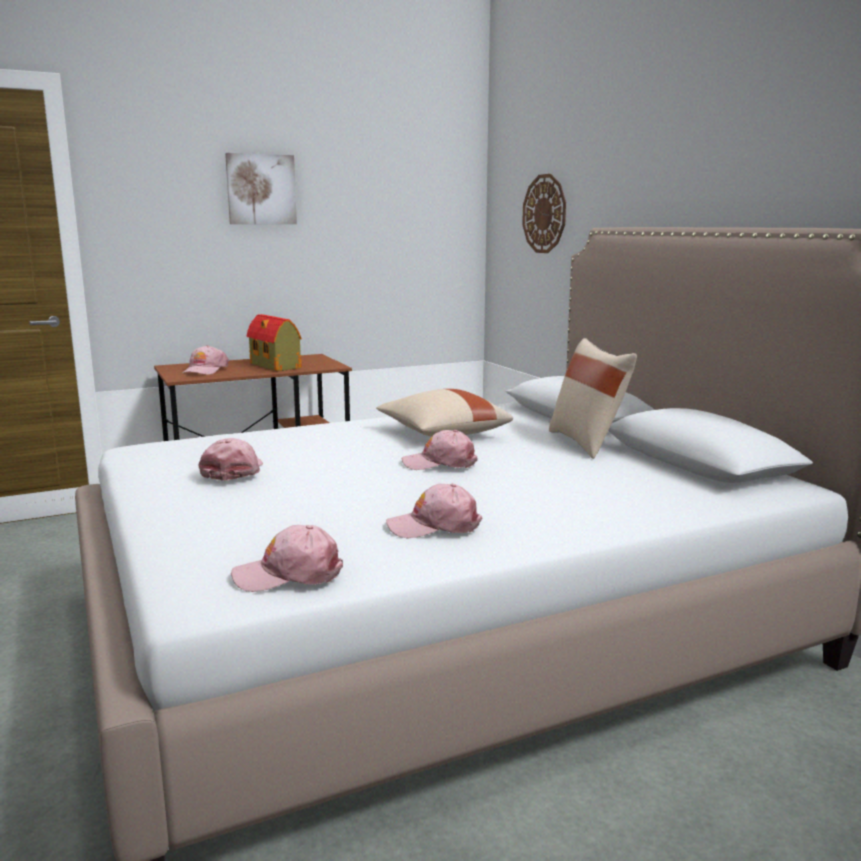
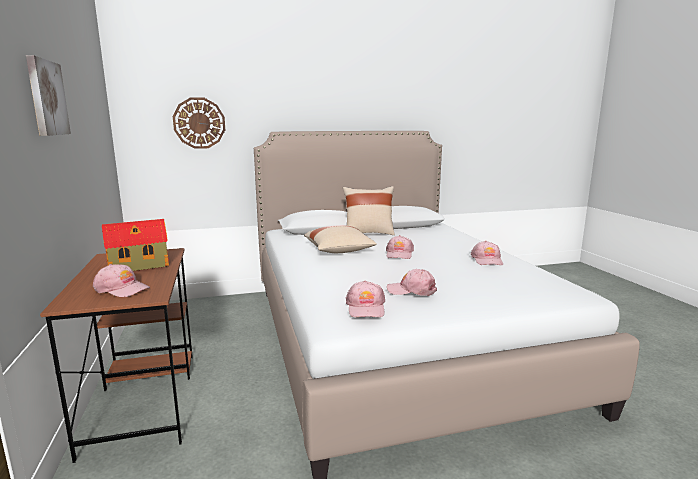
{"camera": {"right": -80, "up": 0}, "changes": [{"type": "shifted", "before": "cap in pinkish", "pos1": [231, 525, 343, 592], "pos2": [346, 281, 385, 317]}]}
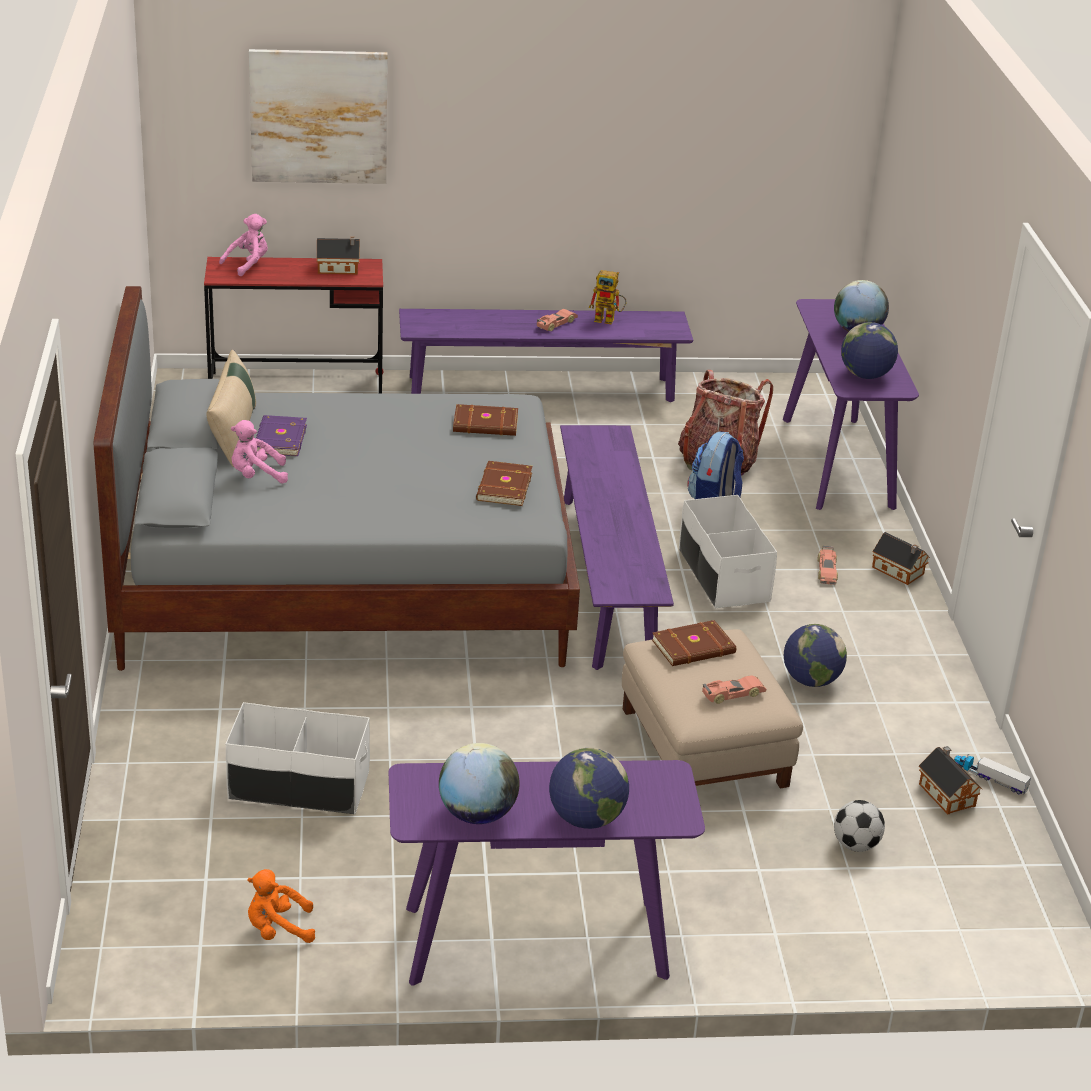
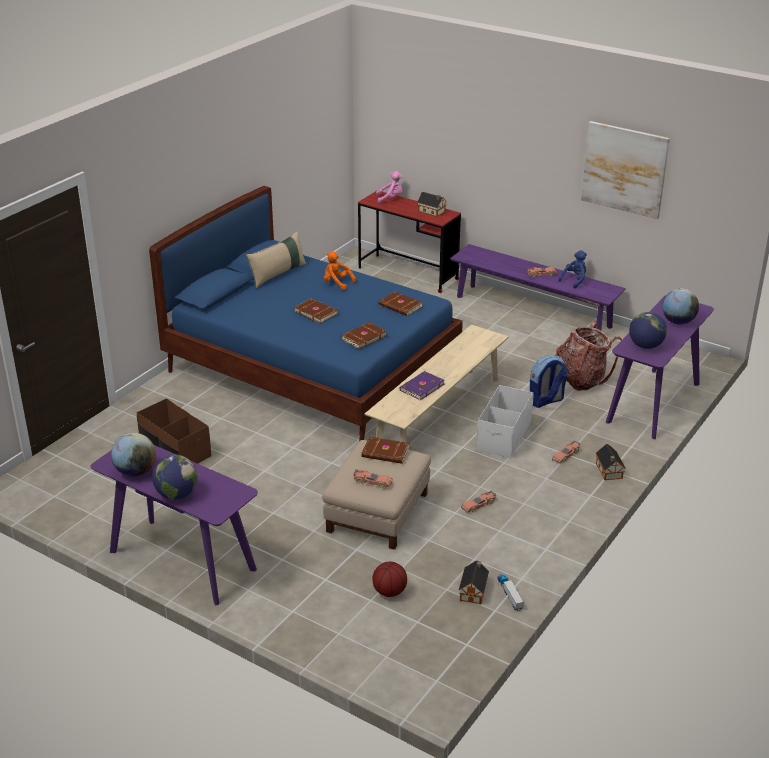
{"camera": {"right": 40, "up": 0}, "changes": [{"type": "repainted", "before": "bed in grey", "after": "bed in bluish", "pos1": [94, 286, 580, 671], "pos2": [149, 186, 463, 441]}, {"type": "repainted", "before": "storage box in white", "after": "storage box in brown", "pos1": [225, 702, 370, 815], "pos2": [137, 398, 211, 464]}, {"type": "gone", "before": "plush toy in pinkish", "pos1": [231, 420, 288, 484]}, {"type": "shifted", "before": "plush toy in orange-coloured", "pos1": [247, 869, 315, 943], "pos2": [324, 252, 356, 290]}, {"type": "shifted", "before": "wall picture", "pos1": [249, 49, 388, 184], "pos2": [581, 121, 670, 219]}, {"type": "shifted", "before": "book in purplish", "pos1": [256, 415, 307, 456], "pos2": [399, 371, 445, 400]}, {"type": "repainted", "before": "long seat in purplish", "after": "long seat in beige-coloured", "pos1": [560, 425, 674, 670], "pos2": [365, 325, 509, 443]}, {"type": "swapped", "before": "model robot", "after": "plush toy in bluish", "pos1": [589, 270, 627, 325], "pos2": [558, 250, 587, 289]}, {"type": "swapped", "before": "desk globe", "after": "miniature car", "pos1": [784, 624, 847, 687], "pos2": [461, 490, 496, 513]}, {"type": "swapped", "before": "football", "after": "ball for basketball", "pos1": [834, 800, 885, 852], "pos2": [372, 561, 407, 597]}, {"type": "new", "after": "book in brown", "pos2": [294, 298, 339, 323]}]}
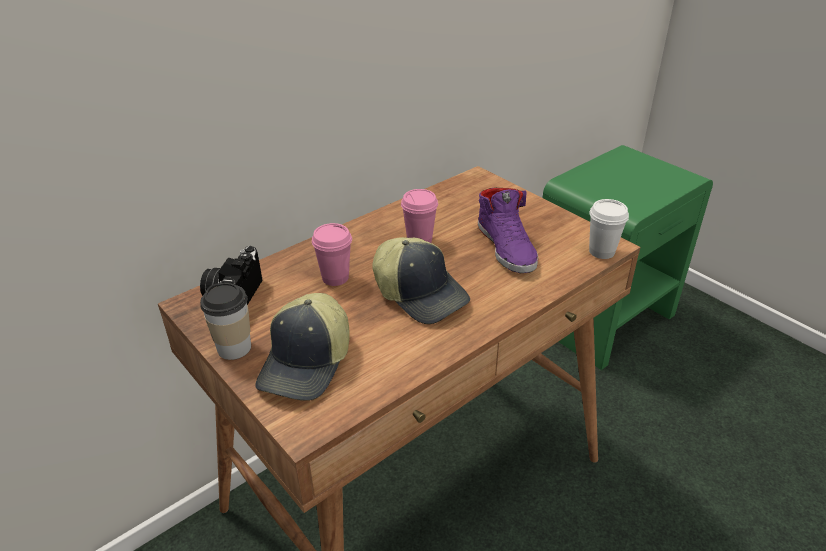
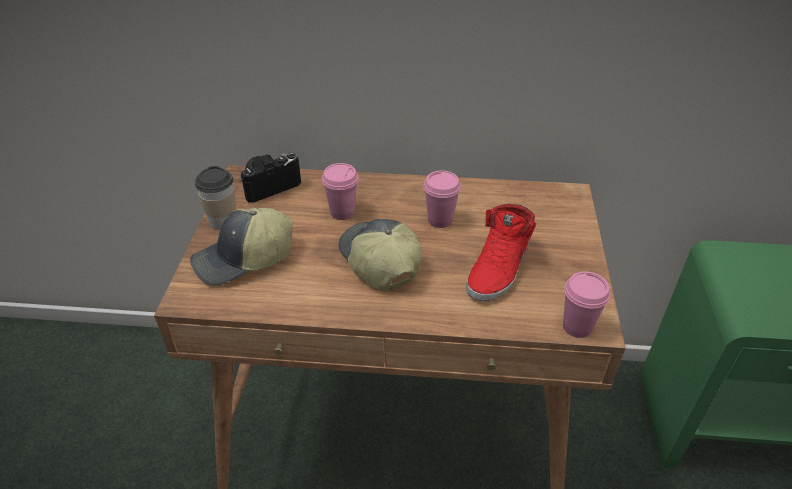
{"camera": {"right": 45, "up": 5}, "changes": [{"type": "rotated", "before": "cap", "pos1": [372, 237, 470, 324], "pos2": [338, 219, 422, 291], "turn": 150}, {"type": "repainted", "before": "shoe in purplish", "after": "shoe in red", "pos1": [478, 188, 538, 273], "pos2": [466, 204, 536, 301]}, {"type": "repainted", "before": "small cup in white", "after": "small cup in pinkish", "pos1": [589, 199, 629, 259], "pos2": [563, 271, 610, 338]}]}
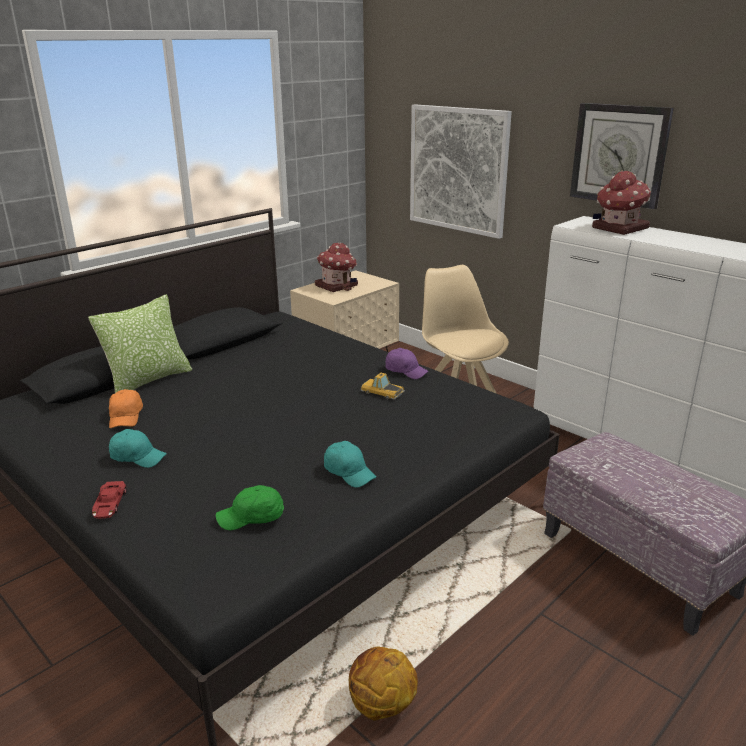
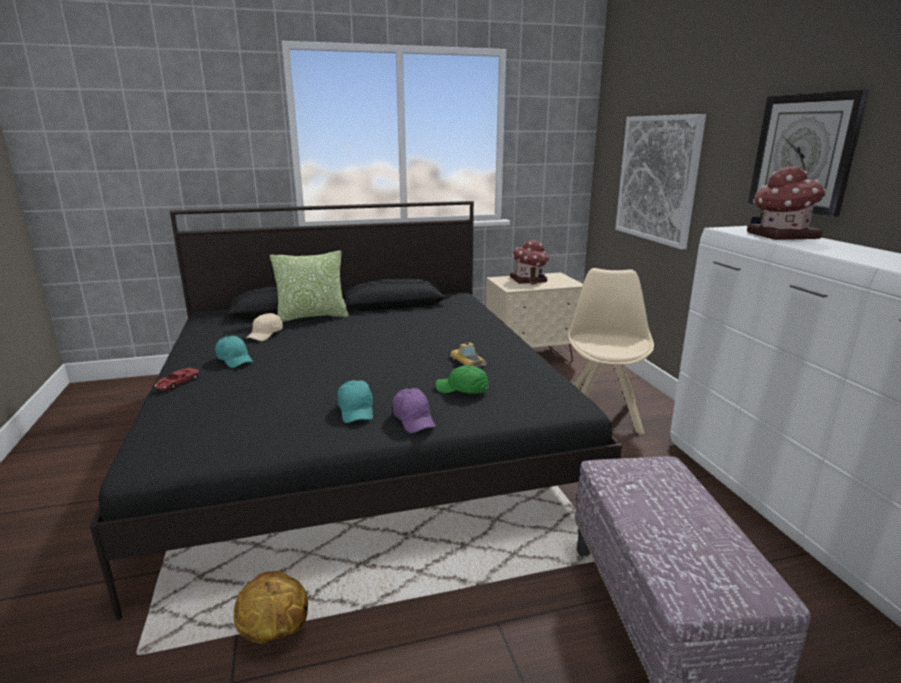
{"camera": {"right": 30, "up": -5}, "changes": [{"type": "repainted", "before": "cap in orange-coloured", "after": "cap in beige-coloured", "pos1": [109, 389, 143, 428], "pos2": [246, 313, 283, 341]}, {"type": "shifted", "before": "cap in green", "pos1": [216, 485, 284, 531], "pos2": [436, 365, 489, 394]}, {"type": "shifted", "before": "cap in purplish", "pos1": [385, 348, 428, 379], "pos2": [392, 388, 436, 433]}]}
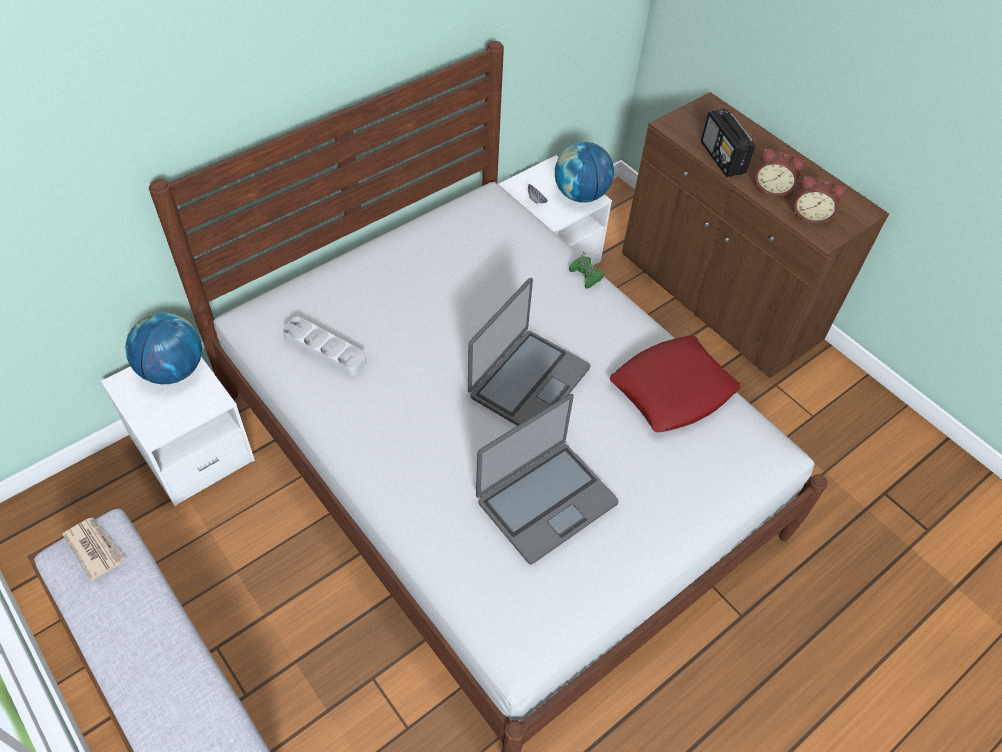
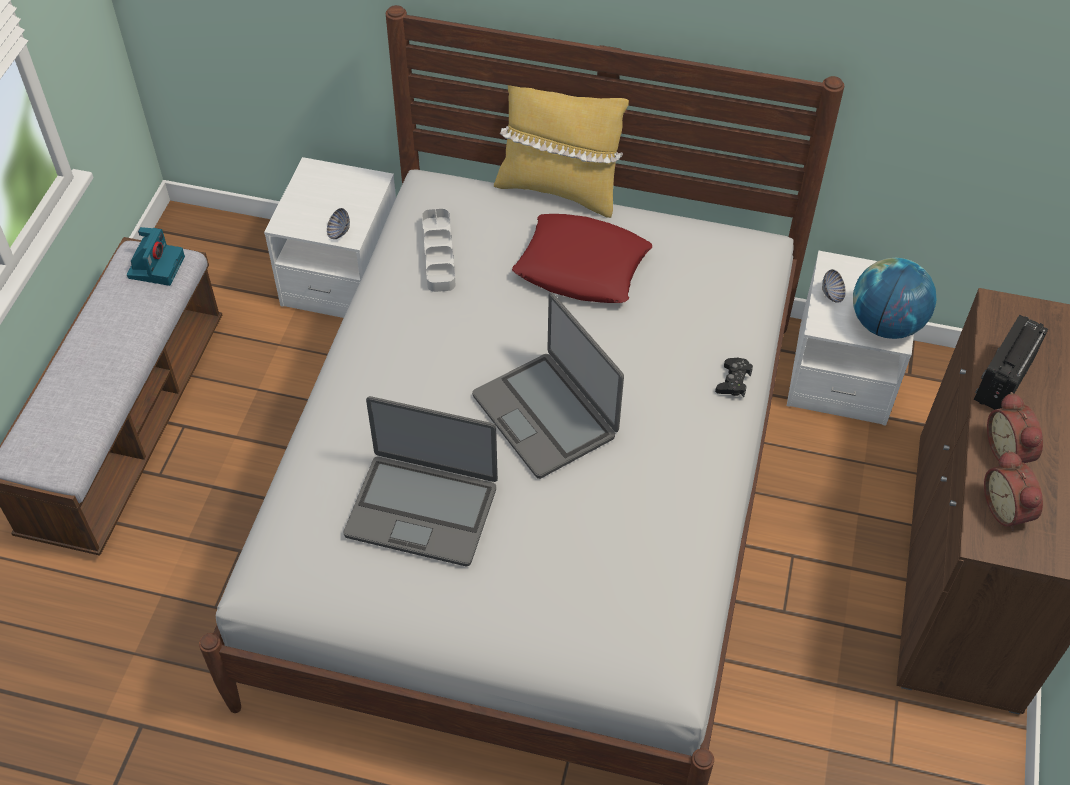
{"camera": {"right": 55, "up": 0}, "changes": [{"type": "swapped", "before": "newspaper", "after": "photo camera", "pos1": [62, 518, 125, 581], "pos2": [127, 227, 185, 286]}, {"type": "gone", "before": "desk globe", "pos1": [125, 313, 202, 384]}, {"type": "rotated", "before": "portable computer", "pos1": [468, 278, 591, 426], "pos2": [472, 293, 624, 479], "turn": 60}, {"type": "repainted", "before": "joypad in green", "after": "joypad in black-coloured", "pos1": [569, 256, 604, 289], "pos2": [715, 357, 753, 397]}, {"type": "shifted", "before": "cushion in red", "pos1": [610, 335, 741, 432], "pos2": [512, 214, 652, 303]}, {"type": "new", "after": "serving bowl", "pos2": [327, 208, 350, 239]}, {"type": "new", "after": "cushion in yellow-coloured", "pos2": [494, 85, 629, 218]}]}
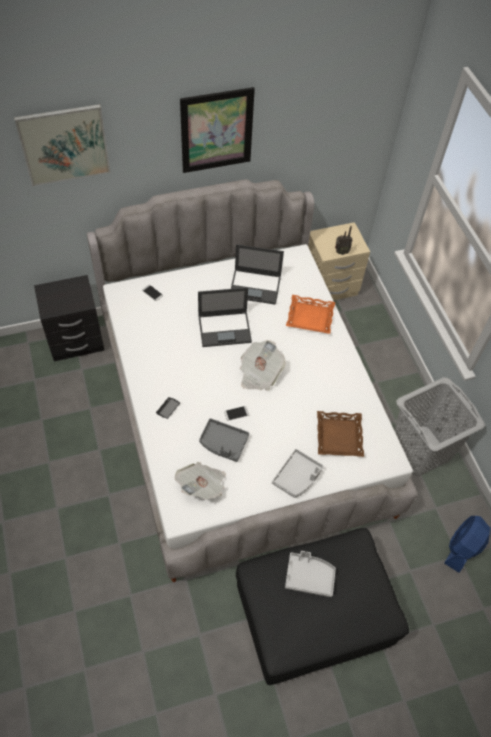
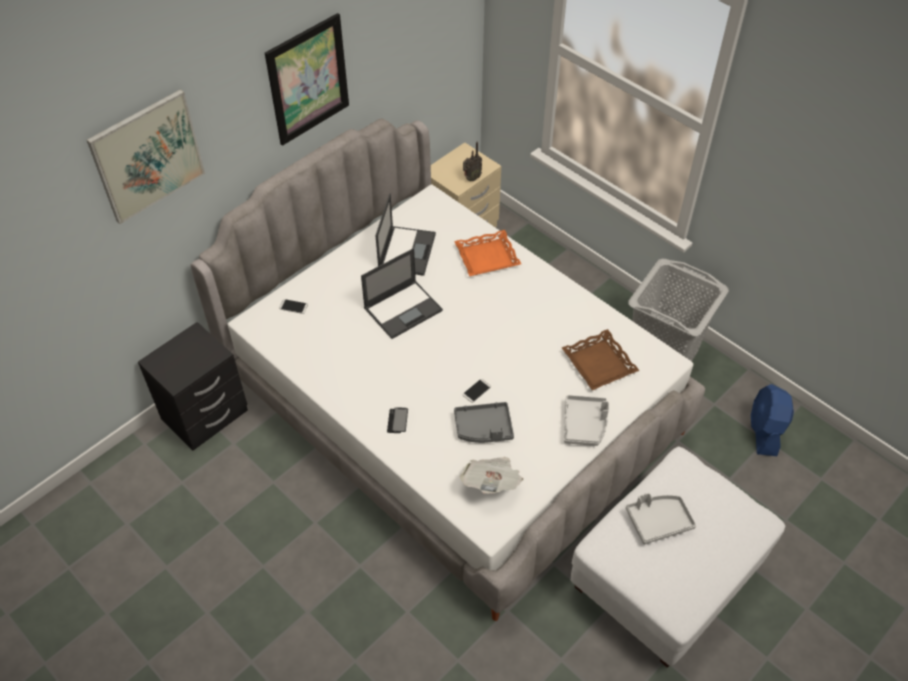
{"camera": {"right": -25, "up": -5}, "changes": [{"type": "rotated", "before": "portable computer", "pos1": [231, 244, 284, 305], "pos2": [375, 194, 436, 276], "turn": -60}, {"type": "repainted", "before": "pouffe in black-coloured", "after": "pouffe in white", "pos1": [236, 528, 409, 685], "pos2": [571, 446, 785, 668]}, {"type": "gone", "before": "newspaper", "pos1": [240, 340, 285, 391]}]}
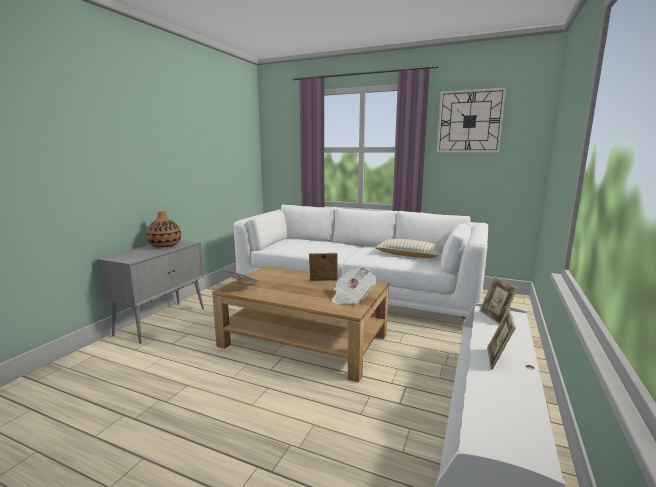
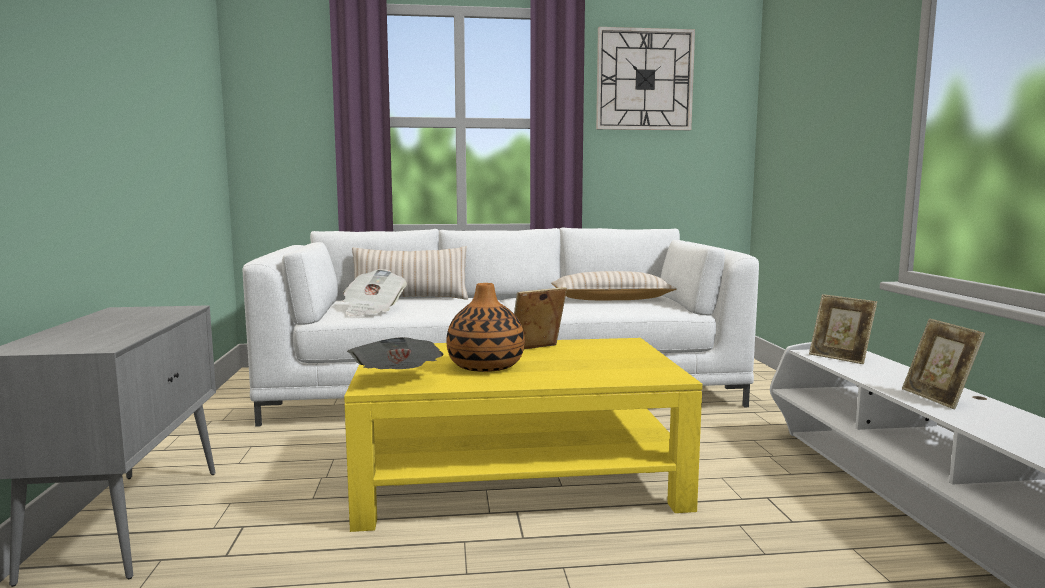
{"camera": {"right": -30, "up": -5}, "changes": [{"type": "shifted", "before": "decorative vase", "pos1": [146, 211, 181, 247], "pos2": [446, 283, 525, 372]}, {"type": "repainted", "before": "low table in brown", "after": "low table in yellow-coloured", "pos1": [212, 266, 389, 382], "pos2": [344, 338, 702, 532]}, {"type": "shifted", "before": "newspaper", "pos1": [332, 267, 377, 304], "pos2": [343, 269, 407, 316]}, {"type": "new", "after": "cushion in beige-coloured", "pos2": [352, 247, 468, 300]}]}
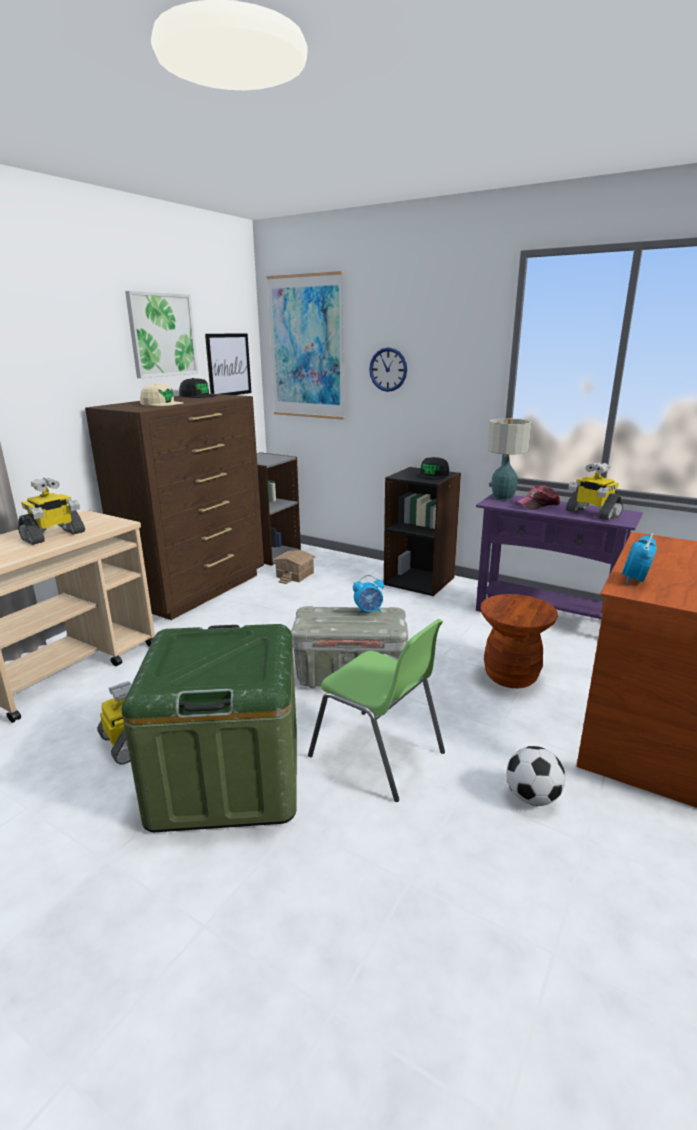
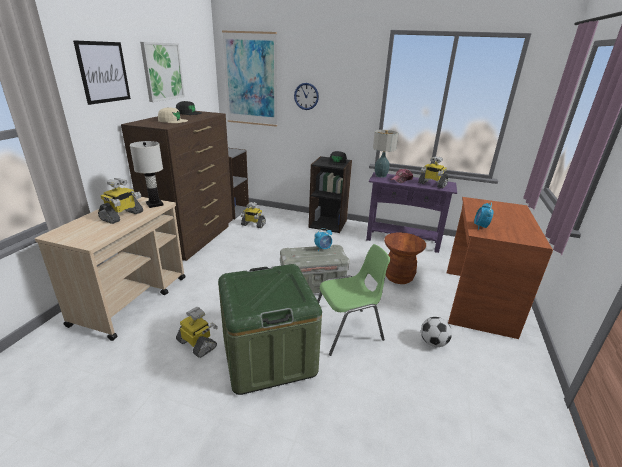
{"camera": {"right": -15, "up": 5}, "changes": [{"type": "shifted", "before": "wall picture", "pos1": [205, 333, 251, 395], "pos2": [73, 40, 131, 105]}, {"type": "swapped", "before": "miniature house", "after": "model robot", "pos1": [272, 550, 316, 584], "pos2": [241, 202, 266, 228]}, {"type": "rotated", "before": "plain chair in green", "pos1": [308, 619, 445, 802], "pos2": [317, 244, 390, 356], "turn": -45}, {"type": "new", "after": "lamp for a table in white", "pos2": [130, 141, 164, 208]}]}
